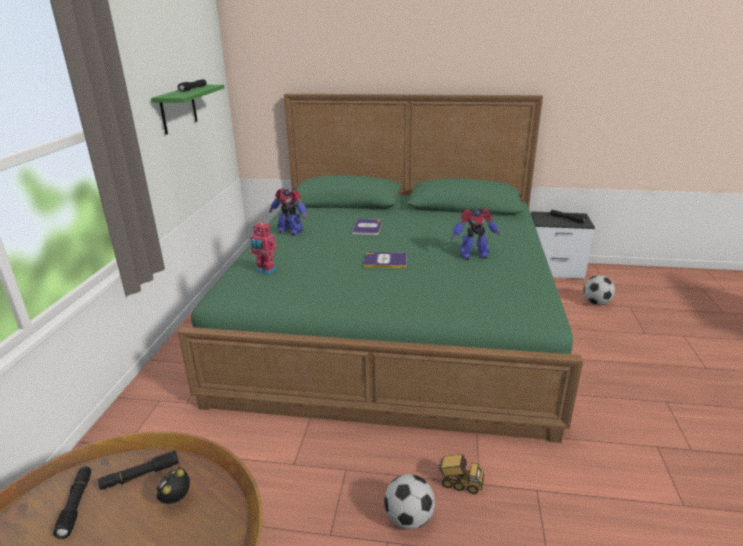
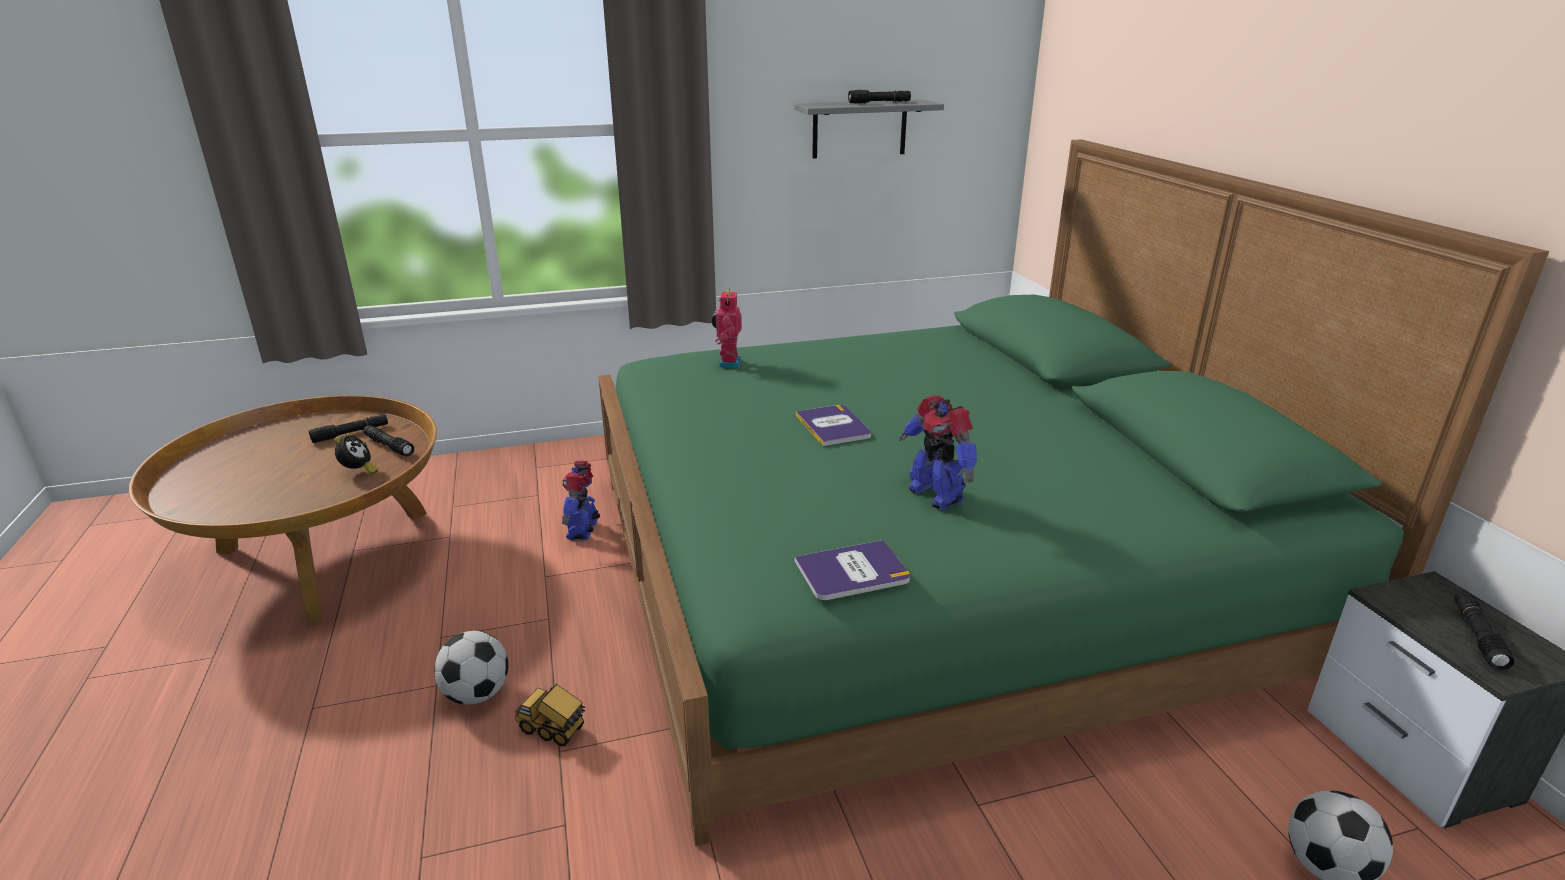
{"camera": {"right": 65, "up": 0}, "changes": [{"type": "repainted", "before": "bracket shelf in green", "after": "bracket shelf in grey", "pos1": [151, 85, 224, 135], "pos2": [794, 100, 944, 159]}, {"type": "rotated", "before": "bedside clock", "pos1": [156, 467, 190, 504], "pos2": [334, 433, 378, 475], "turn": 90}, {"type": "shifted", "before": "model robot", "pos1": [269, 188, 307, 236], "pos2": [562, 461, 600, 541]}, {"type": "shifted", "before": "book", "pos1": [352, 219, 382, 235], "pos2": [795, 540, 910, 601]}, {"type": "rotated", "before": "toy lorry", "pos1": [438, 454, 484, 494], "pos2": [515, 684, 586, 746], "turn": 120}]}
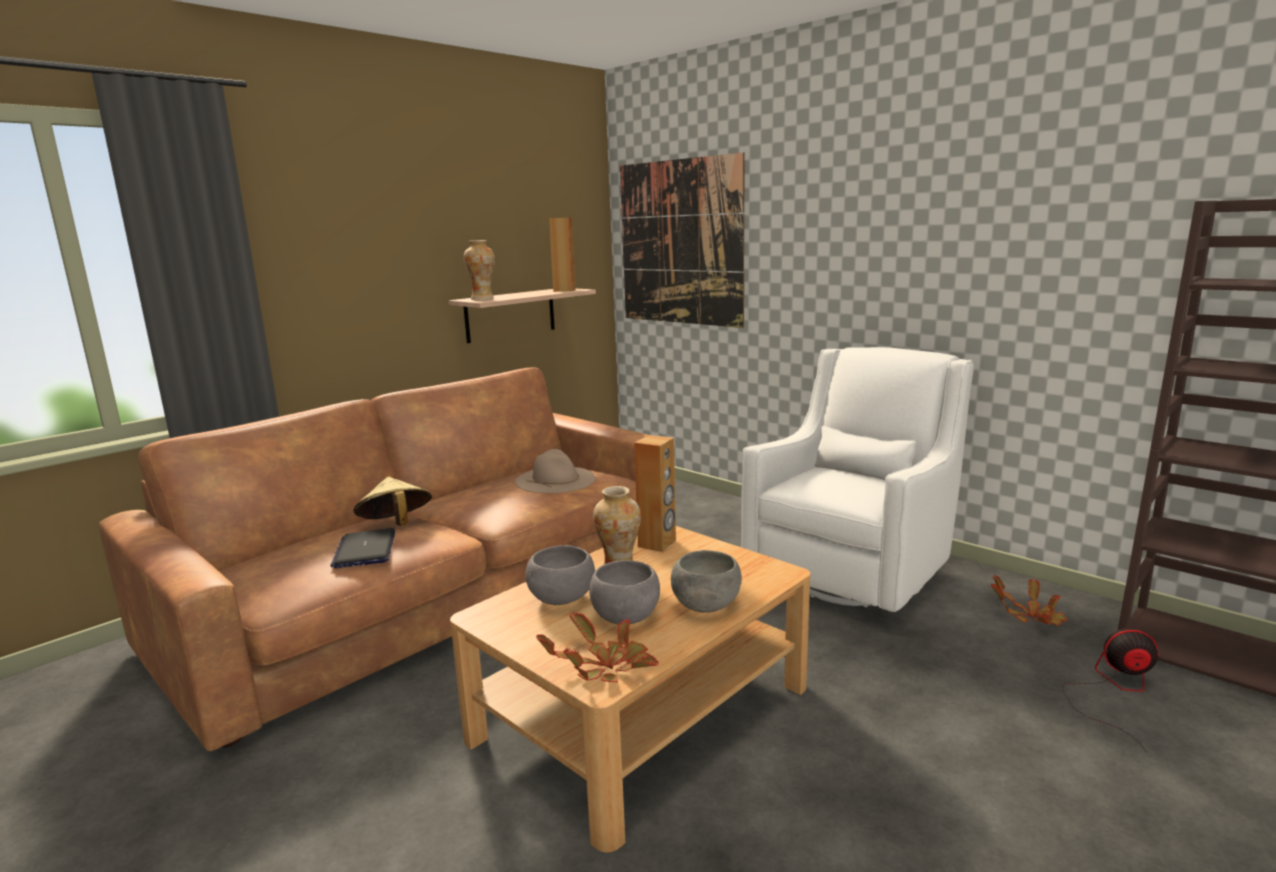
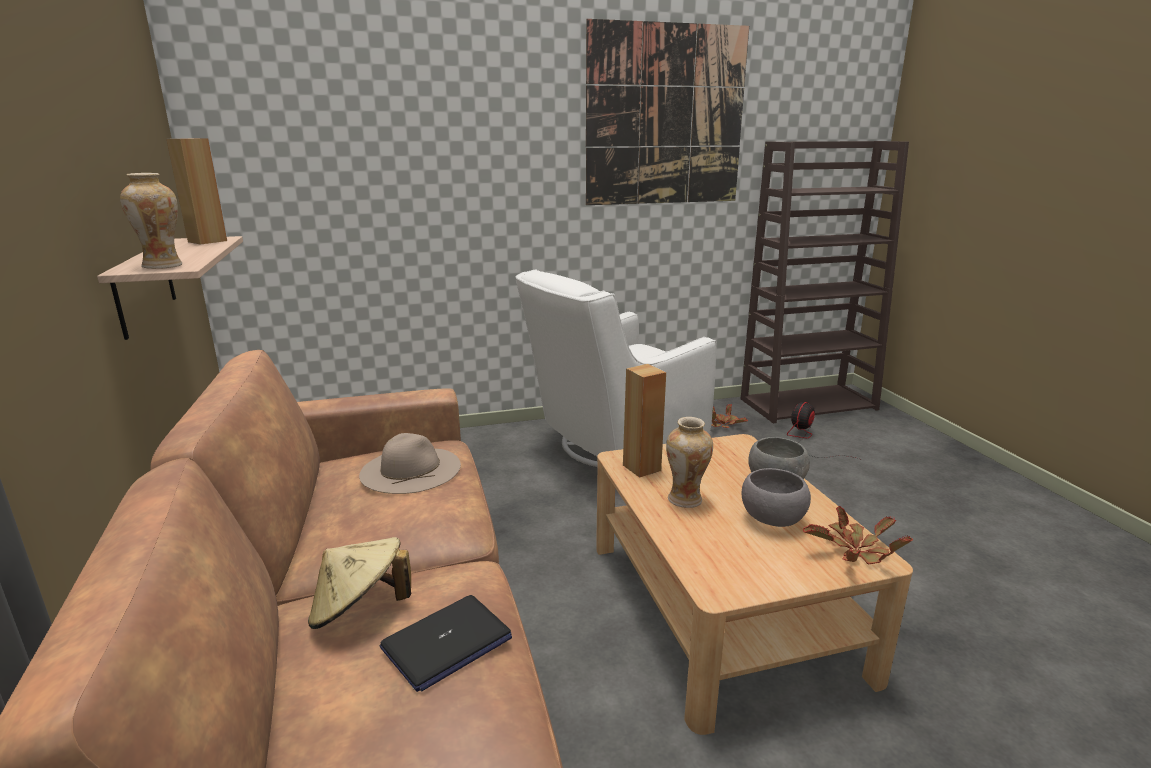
{"camera": {"right": -60, "up": 5}, "changes": [{"type": "rotated", "before": "portable computer", "pos1": [330, 528, 395, 568], "pos2": [380, 595, 512, 692], "turn": -60}, {"type": "gone", "before": "serving bowl in grey", "pos1": [525, 545, 595, 605]}, {"type": "shifted", "before": "wall picture", "pos1": [620, 152, 745, 328], "pos2": [586, 19, 749, 205]}, {"type": "rotated", "before": "armchair in white", "pos1": [741, 347, 974, 612], "pos2": [516, 269, 717, 467], "turn": -105}]}
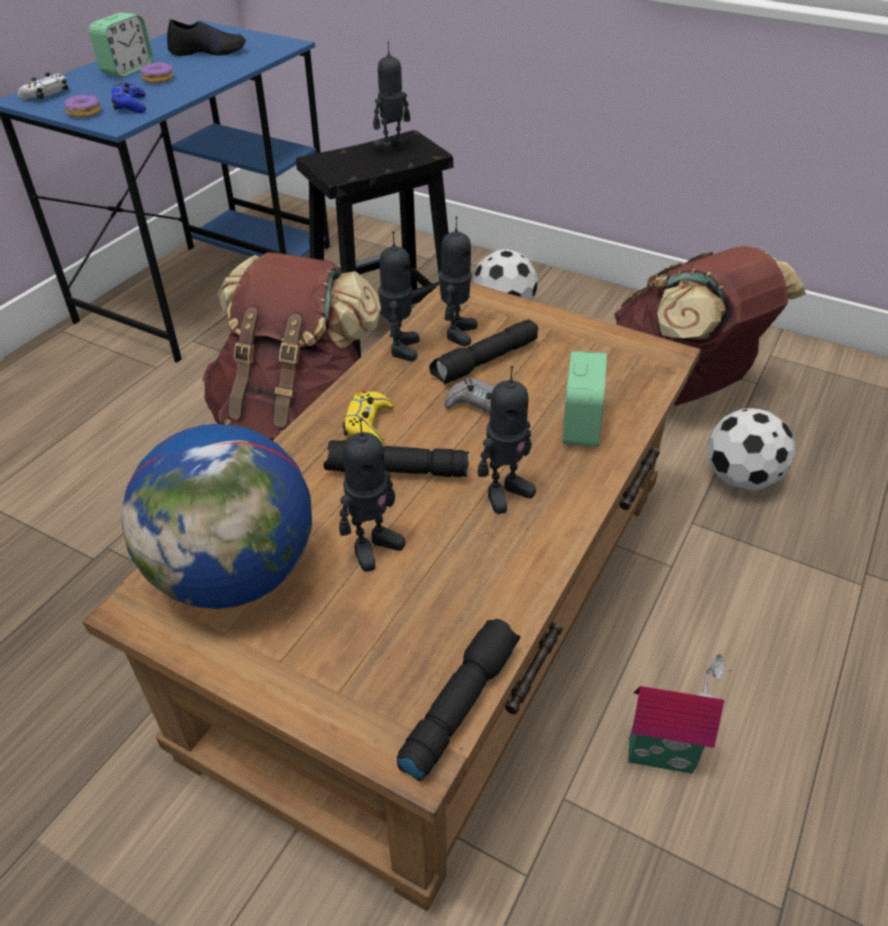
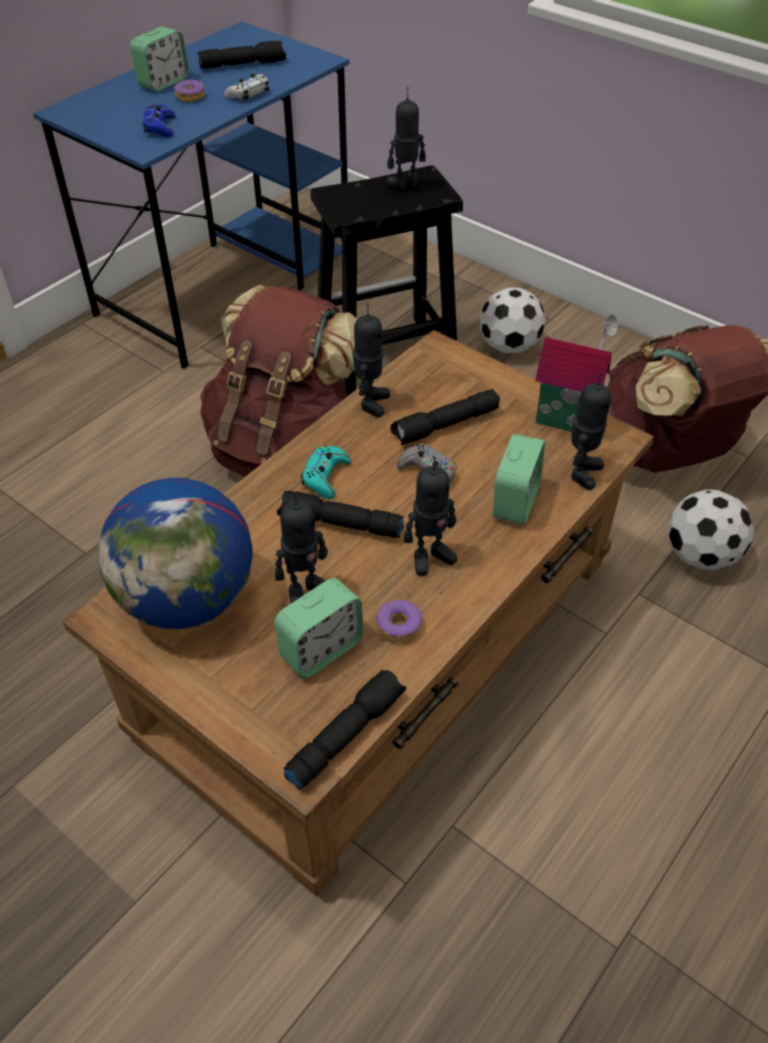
{"camera": {"right": 10, "up": 5}, "changes": [{"type": "shifted", "before": "joypad in white", "pos1": [18, 73, 69, 100], "pos2": [225, 74, 269, 100]}, {"type": "shifted", "before": "doughnut", "pos1": [64, 93, 101, 118], "pos2": [375, 600, 422, 643]}, {"type": "swapped", "before": "shoe in black-coloured", "after": "flashlight in black-coloured", "pos1": [167, 19, 246, 56], "pos2": [197, 41, 286, 69]}, {"type": "repainted", "before": "joypad in yellow-coloured", "after": "joypad in turquoise", "pos1": [343, 391, 394, 445], "pos2": [301, 445, 351, 499]}, {"type": "shifted", "before": "model robot", "pos1": [439, 216, 478, 347], "pos2": [571, 372, 611, 490]}, {"type": "shifted", "before": "miniature house", "pos1": [628, 654, 732, 774], "pos2": [535, 315, 620, 432]}, {"type": "new", "after": "bedside clock", "pos2": [274, 578, 364, 679]}]}
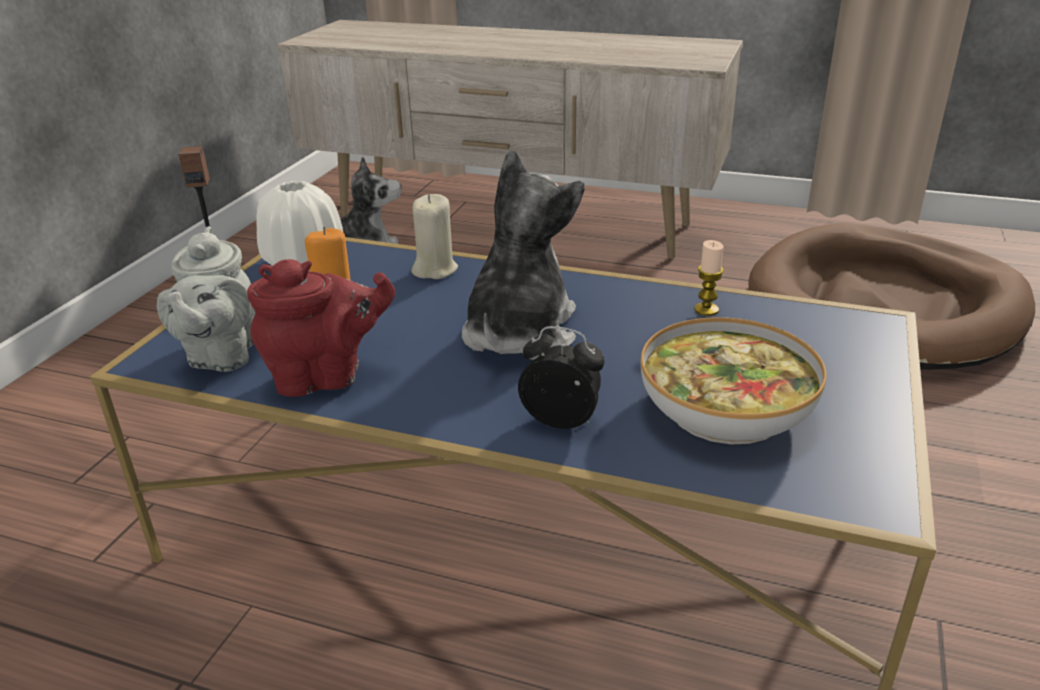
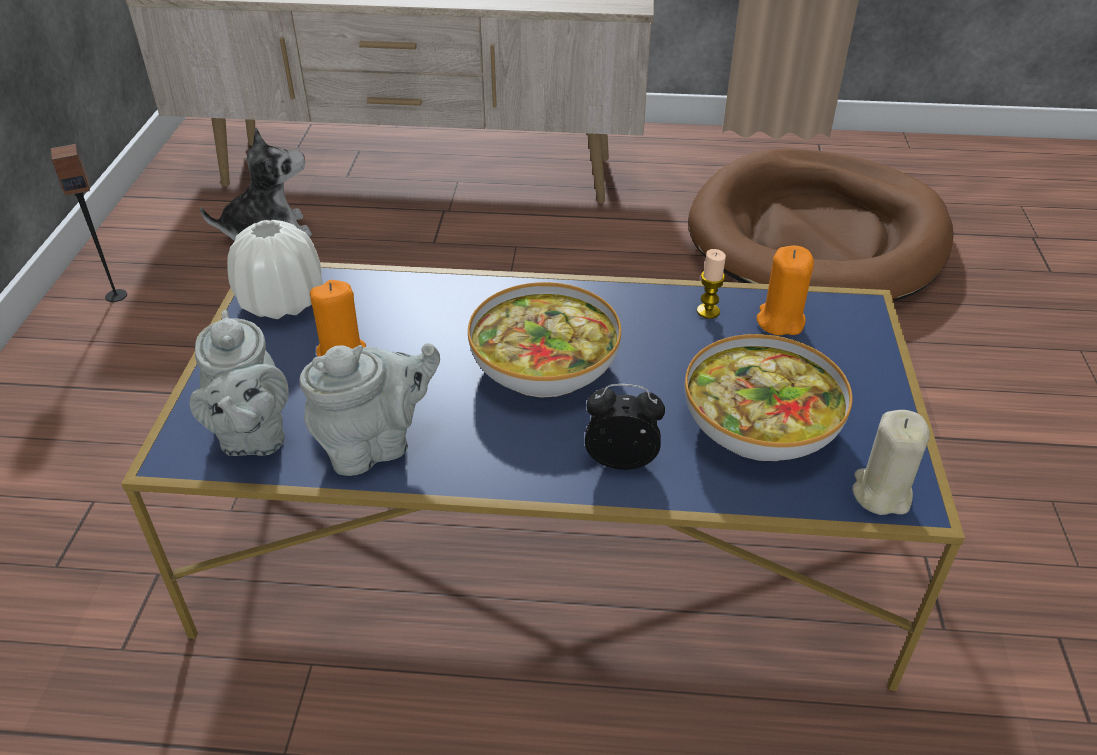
{"camera": {"right": -15, "up": 10}, "changes": [{"type": "repainted", "before": "teapot in red", "after": "teapot in grey", "pos1": [247, 259, 395, 397], "pos2": [299, 343, 440, 476]}, {"type": "shifted", "before": "candle in beige-coloured", "pos1": [412, 194, 458, 279], "pos2": [852, 410, 930, 515]}, {"type": "swapped", "before": "plush toy", "after": "serving bowl", "pos1": [462, 150, 584, 360], "pos2": [468, 282, 621, 398]}, {"type": "new", "after": "candle in orange-coloured", "pos2": [757, 245, 814, 335]}]}
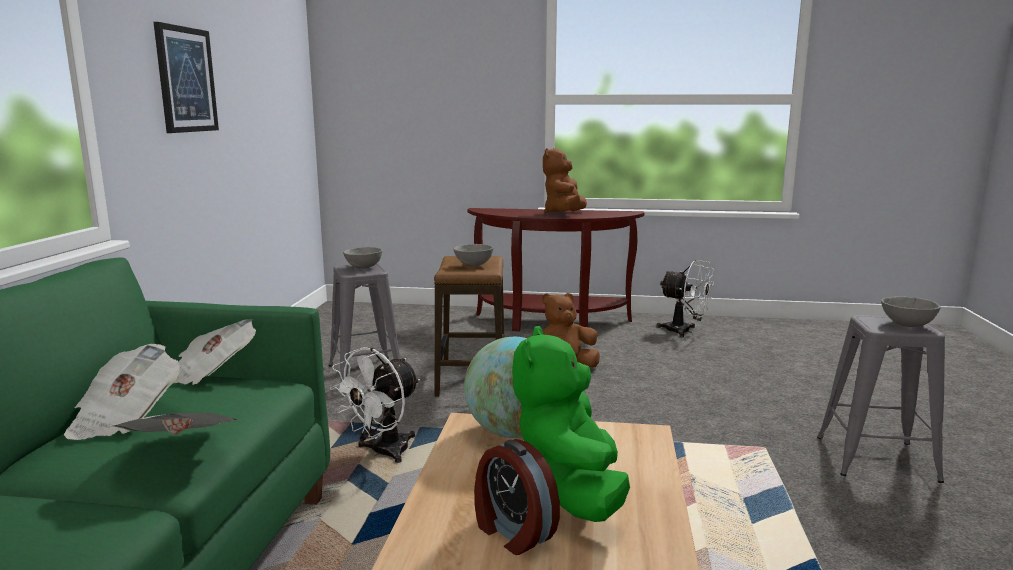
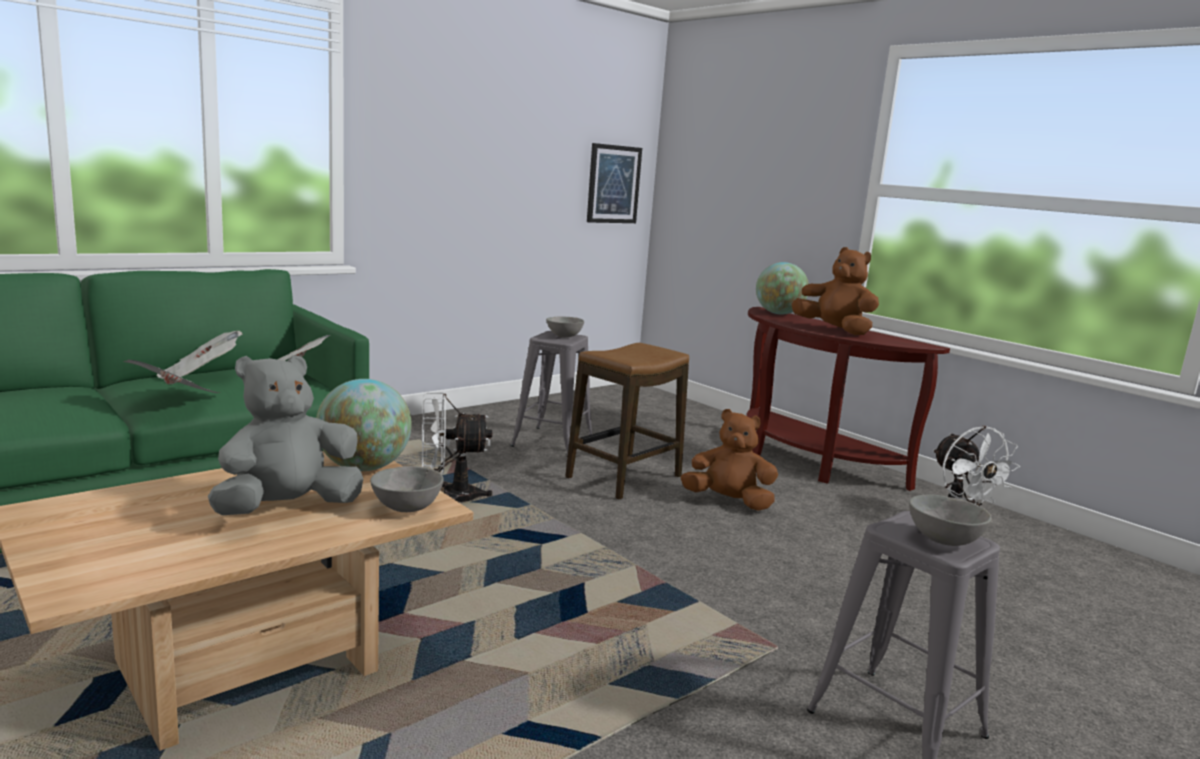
{"camera": {"right": 40, "up": 0}, "changes": [{"type": "shifted", "before": "wall picture", "pos1": [154, 22, 219, 133], "pos2": [587, 143, 642, 223]}, {"type": "shifted", "before": "serving bowl in grey", "pos1": [453, 244, 493, 266], "pos2": [370, 466, 444, 512]}, {"type": "gone", "before": "bedside clock", "pos1": [474, 439, 560, 555]}, {"type": "repainted", "before": "plush toy in green", "after": "plush toy in grey", "pos1": [512, 326, 630, 522], "pos2": [208, 355, 363, 515]}, {"type": "rotated", "before": "plush toy in brown", "pos1": [543, 148, 587, 213], "pos2": [791, 247, 879, 335], "turn": 75}, {"type": "new", "after": "desk globe", "pos2": [756, 262, 809, 315]}]}
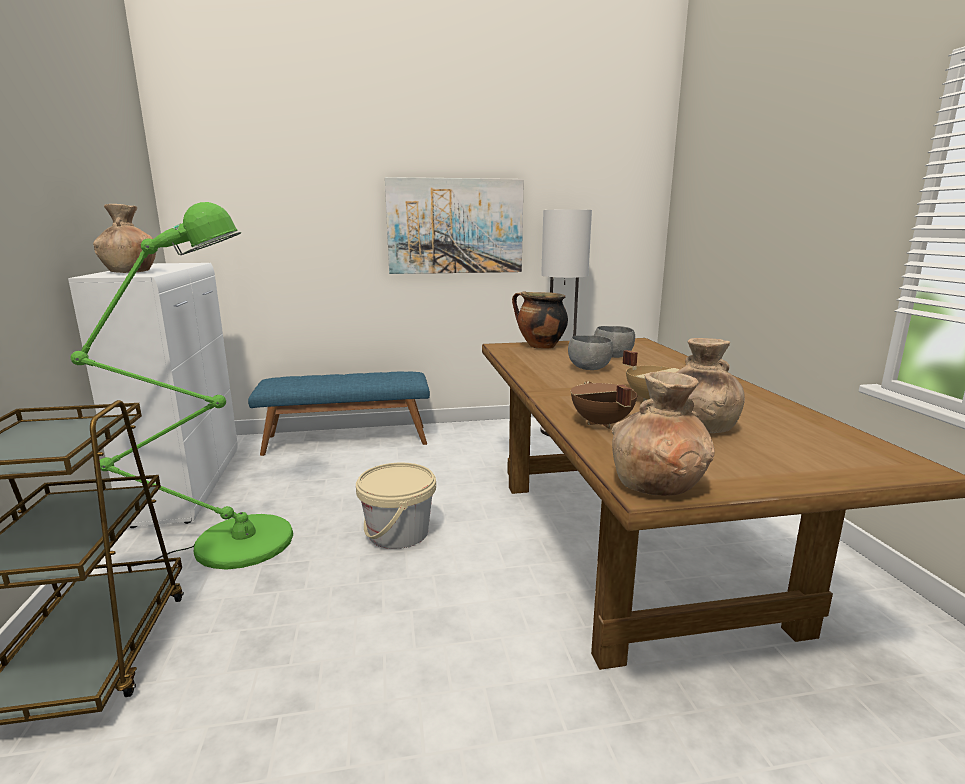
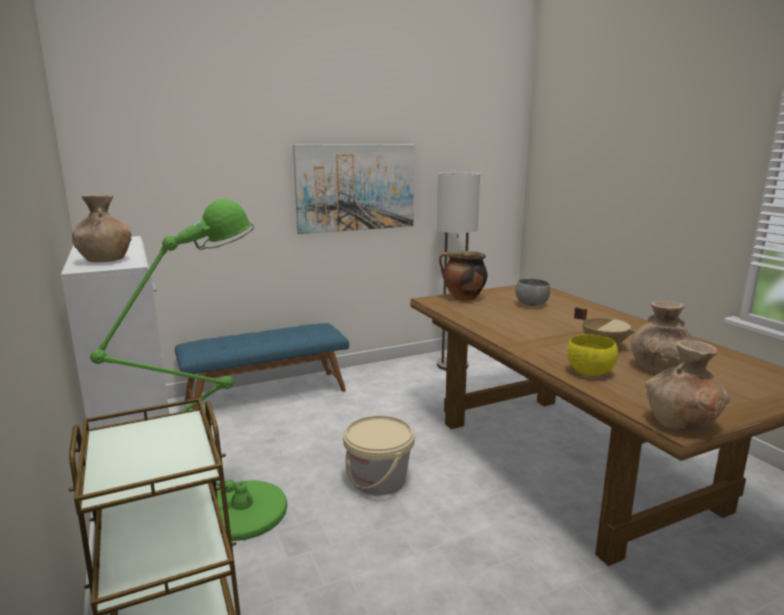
{"camera": {"right": -15, "up": 0}, "changes": [{"type": "gone", "before": "serving bowl in grey", "pos1": [568, 335, 613, 370]}, {"type": "swapped", "before": "cooking pot in brown", "after": "serving bowl in yellow-coloured", "pos1": [571, 381, 637, 429], "pos2": [567, 334, 618, 375]}]}
